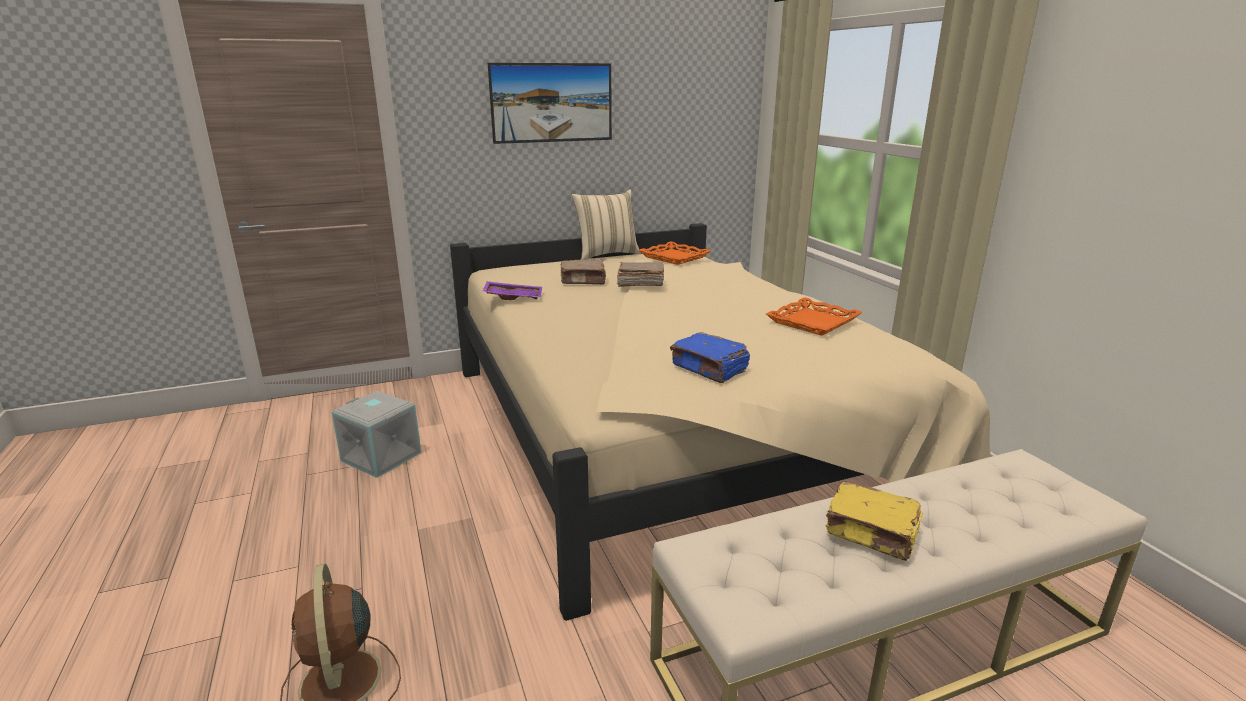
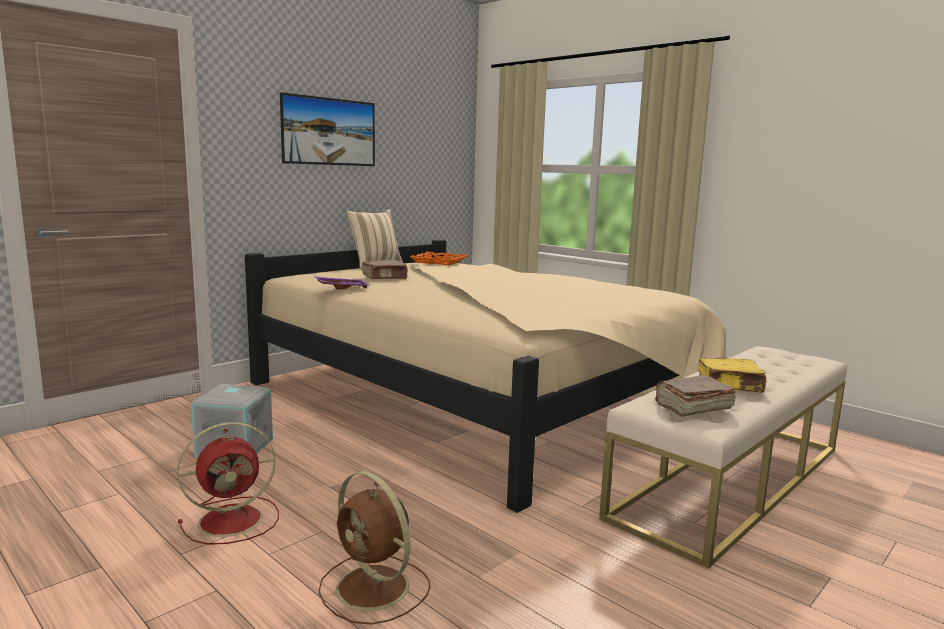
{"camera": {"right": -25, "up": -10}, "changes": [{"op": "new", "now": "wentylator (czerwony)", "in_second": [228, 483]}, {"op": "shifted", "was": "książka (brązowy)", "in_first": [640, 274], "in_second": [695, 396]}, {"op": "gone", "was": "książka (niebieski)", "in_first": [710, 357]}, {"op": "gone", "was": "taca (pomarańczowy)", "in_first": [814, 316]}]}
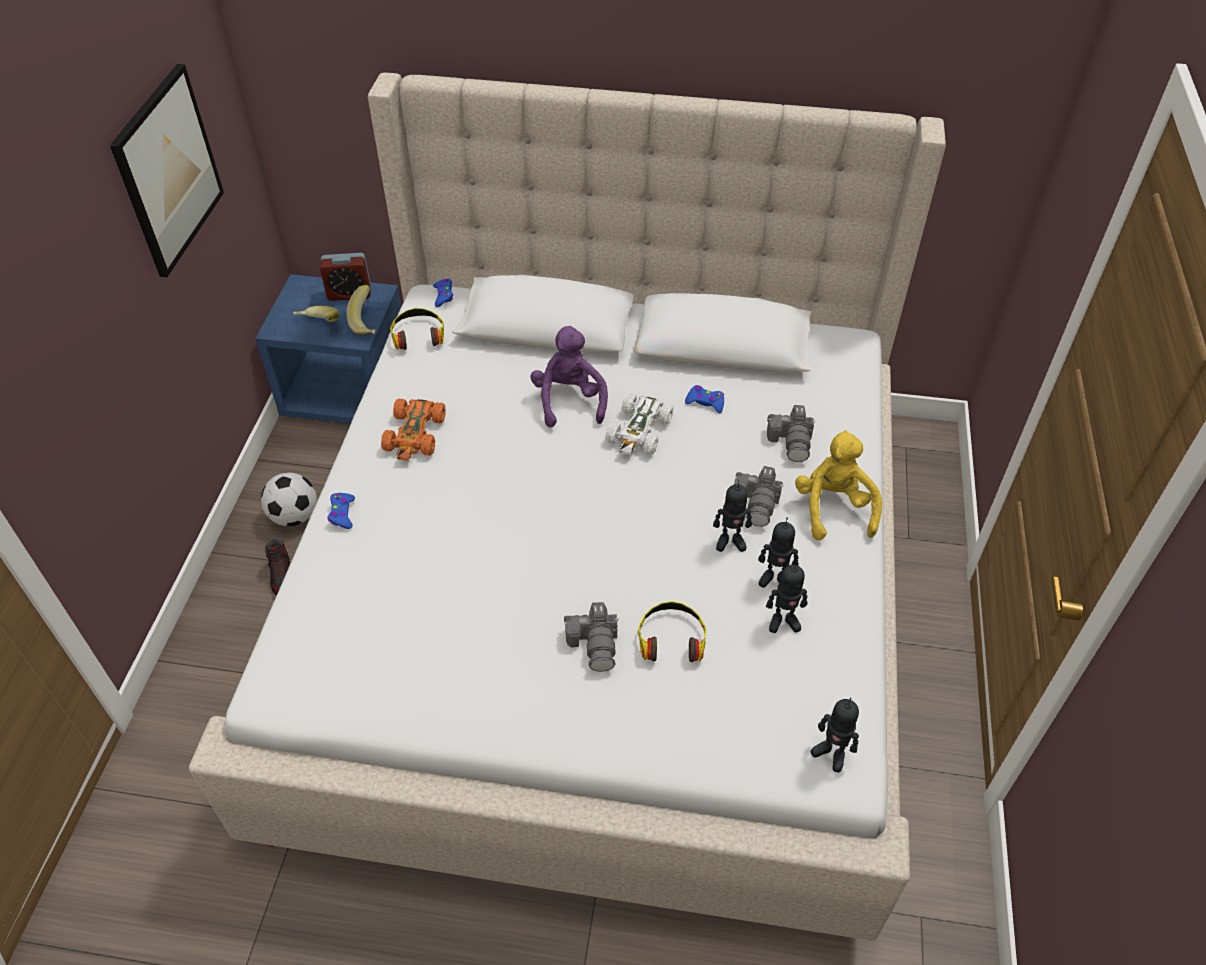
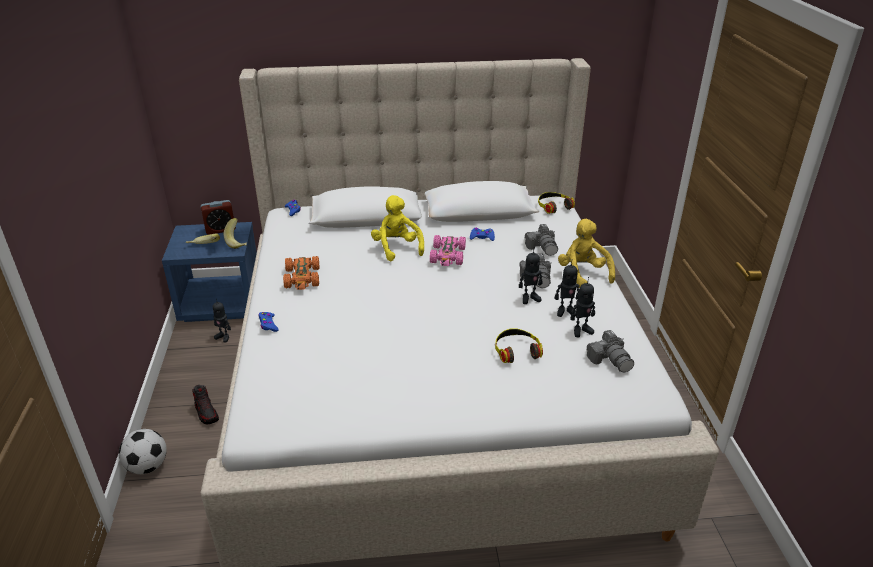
{"camera": {"right": -15, "up": -15}, "changes": [{"op": "shifted", "was": "piłka futbolowa", "in_first": [289, 499], "in_second": [143, 451]}, {"op": "shifted", "was": "robot zabawkowy", "in_first": [835, 734], "in_second": [222, 321]}, {"op": "repainted", "was": "pluszak (fioletowy)", "now": "pluszak (żółty)", "in_first": [569, 377], "in_second": [397, 228]}, {"op": "repainted", "was": "samochodzik (biały)", "now": "samochodzik (różowy)", "in_first": [639, 424], "in_second": [448, 250]}, {"op": "shifted", "was": "słuchawki", "in_first": [417, 329], "in_second": [556, 203]}, {"op": "shifted", "was": "aparat fotograficzny", "in_first": [591, 637], "in_second": [610, 351]}, {"op": "gone", "was": "obraz", "in_first": [167, 170]}]}
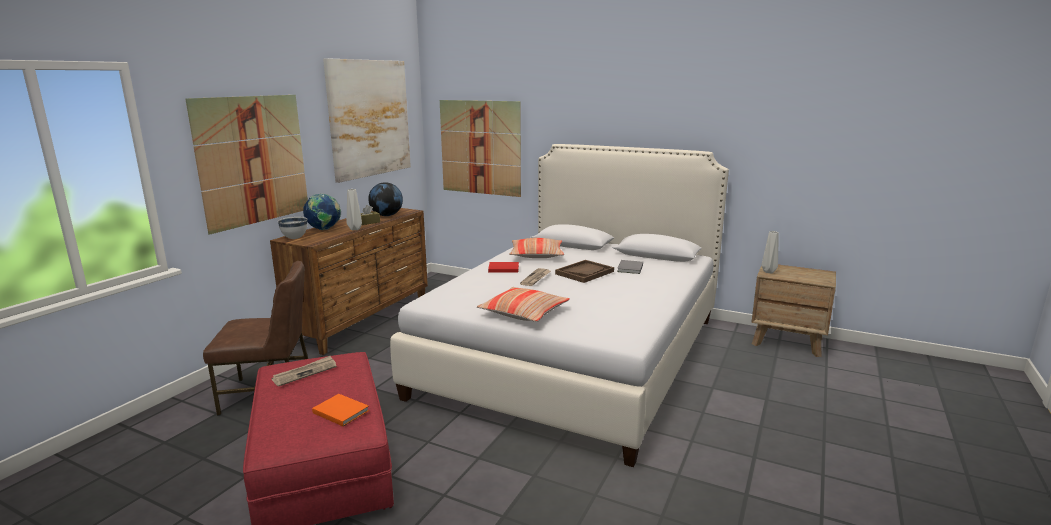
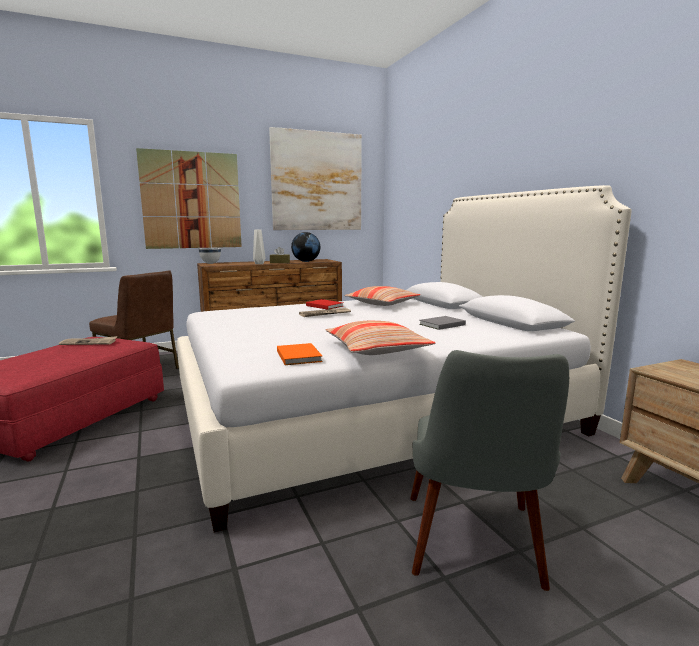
{"camera": {"right": 40, "up": -5}, "changes": [{"op": "shifted", "was": "książka (pomarańczowy)", "in_first": [340, 410], "in_second": [300, 354]}, {"op": "shifted", "was": "poduszka", "in_first": [523, 304], "in_second": [380, 338]}, {"op": "new", "now": "krzesło (szary)", "in_second": [489, 470]}, {"op": "gone", "was": "globus", "in_first": [322, 212]}, {"op": "gone", "was": "obraz", "in_first": [480, 148]}, {"op": "gone", "was": "taca (brązowy)", "in_first": [584, 271]}, {"op": "gone", "was": "wazon (szary)", "in_first": [770, 252]}]}
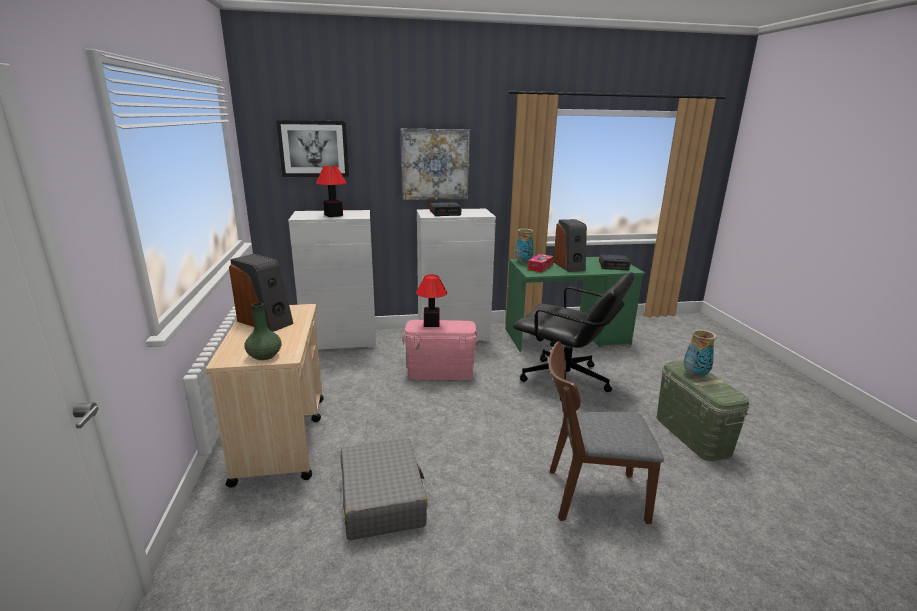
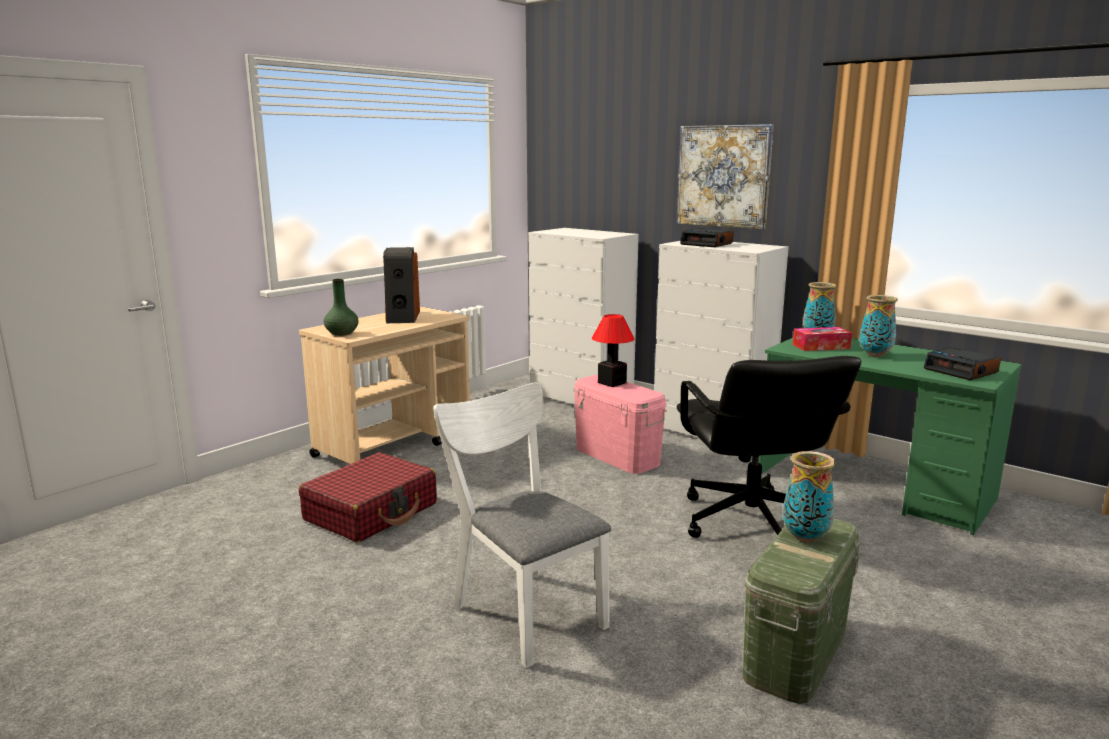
{"camera": {"right": 50, "up": -5}, "changes": [{"op": "repainted", "was": "walizka (szary)", "now": "walizka (czerwony)", "in_first": [384, 489], "in_second": [368, 497]}, {"op": "repainted", "was": "krzesło (brązowy)", "now": "krzesło (biały)", "in_first": [606, 433], "in_second": [522, 525]}, {"op": "swapped", "was": "głośnik", "now": "wazon", "in_first": [570, 245], "in_second": [878, 326]}, {"op": "gone", "was": "obraz", "in_first": [312, 148]}, {"op": "gone", "was": "lampa stołowa", "in_first": [331, 191]}]}
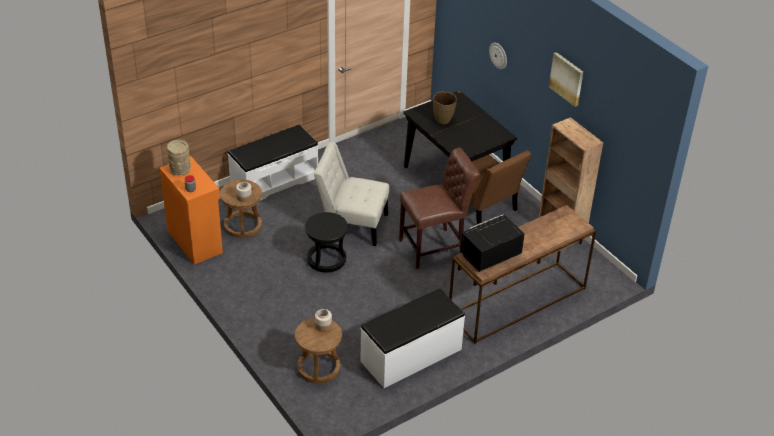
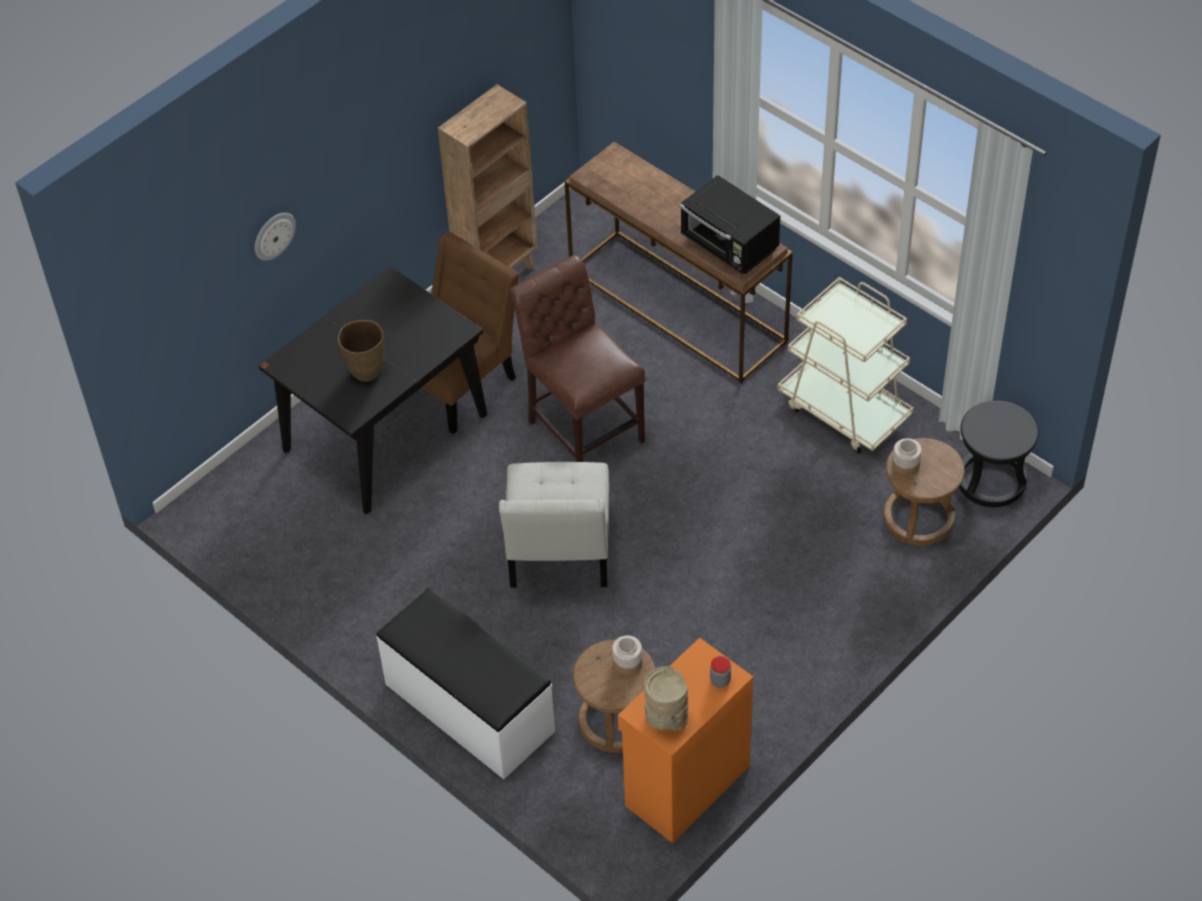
{"camera": {"right": -100, "up": 10}, "changes": [{"op": "swapped", "was": "ławka (biały)", "now": "wózek (beżowy)", "in_first": [412, 338], "in_second": [845, 365]}, {"op": "shifted", "was": "stołek (czarny)", "in_first": [326, 242], "in_second": [999, 454]}, {"op": "gone", "was": "obraz", "in_first": [566, 79]}]}
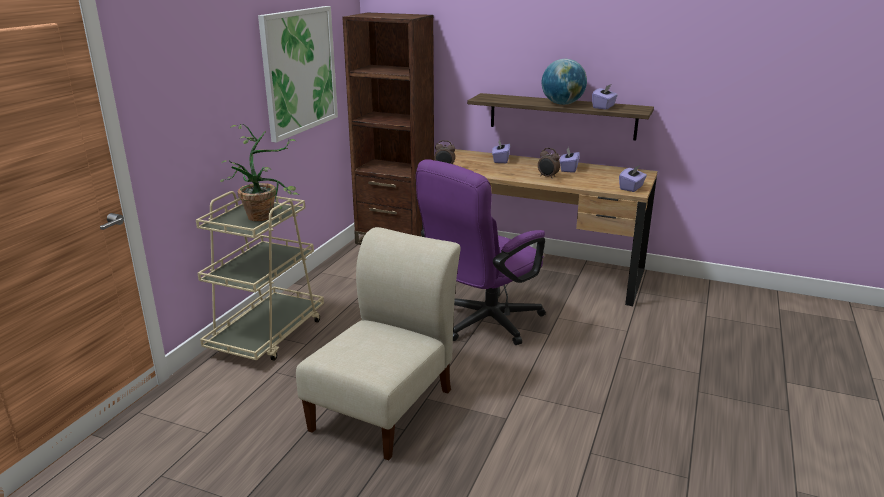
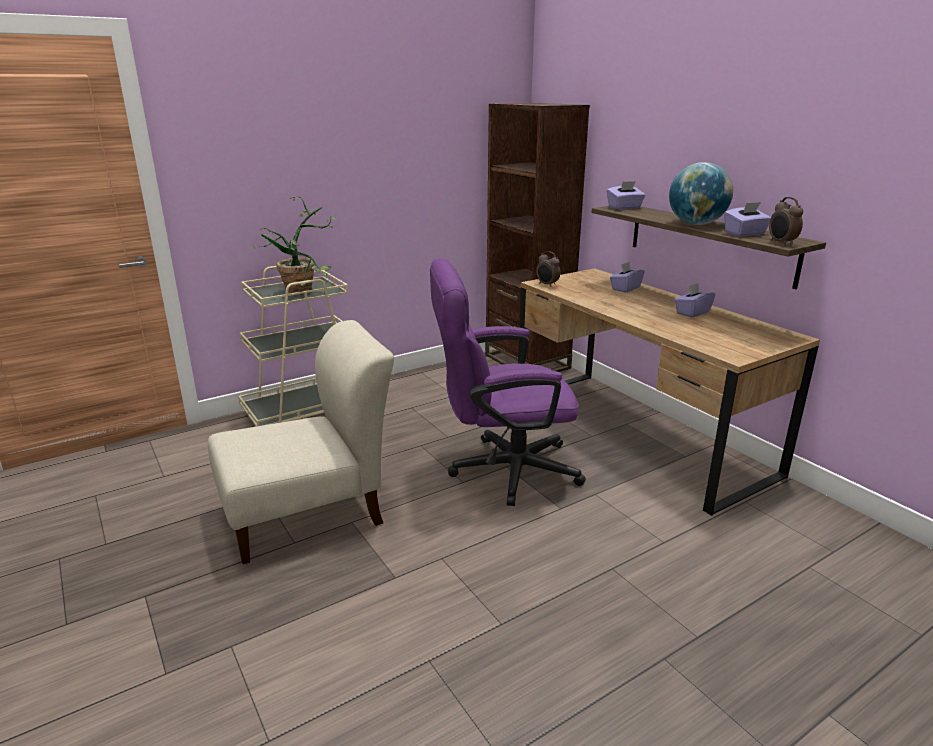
{"camera": {"right": 35, "up": 0}, "changes": [{"op": "shifted", "was": "pudełko chusteczek (fioletowy)", "in_first": [633, 178], "in_second": [626, 195]}, {"op": "shifted", "was": "budzik", "in_first": [549, 163], "in_second": [786, 221]}, {"op": "gone", "was": "obraz", "in_first": [298, 74]}]}
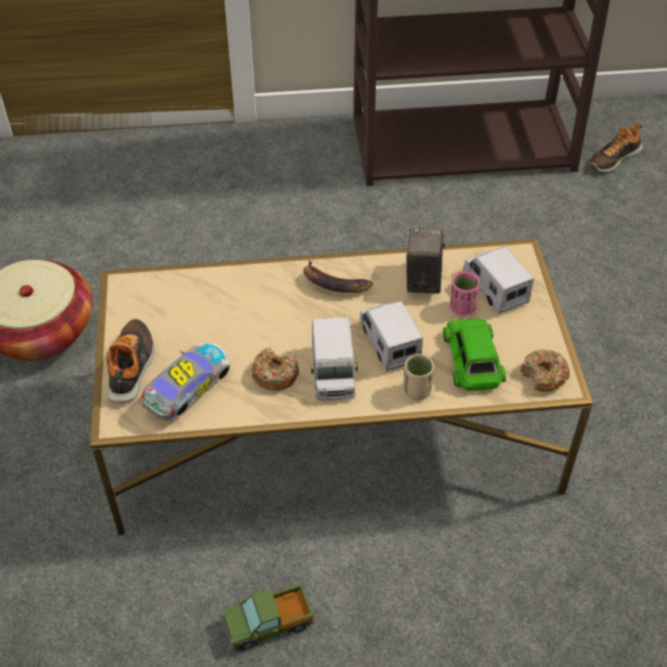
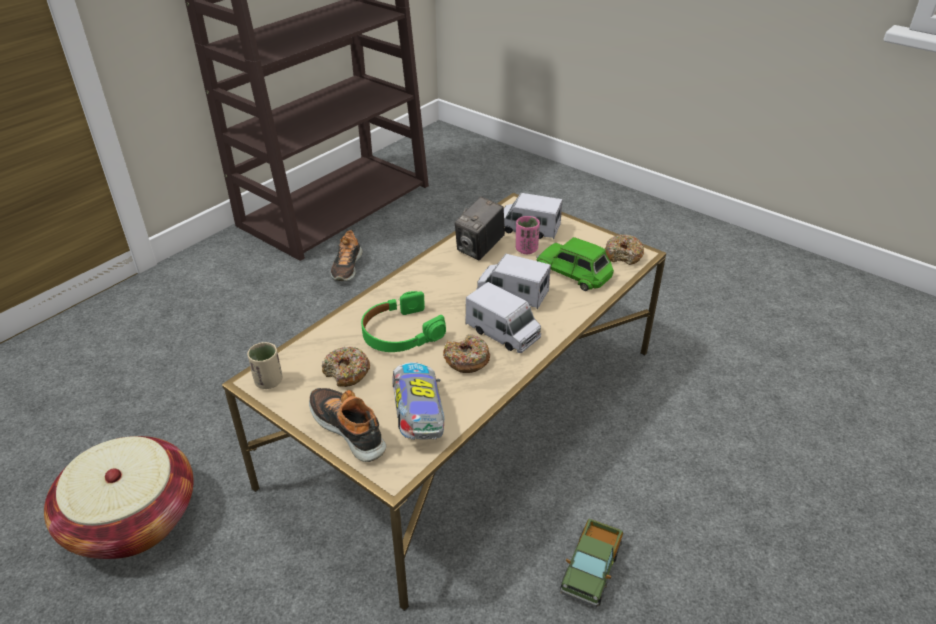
{"camera": {"right": -45, "up": -10}, "changes": [{"op": "shifted", "was": "filiżanka (beżowy)", "in_first": [418, 377], "in_second": [265, 365]}, {"op": "new", "now": "donut", "in_second": [346, 367]}, {"op": "shifted", "was": "but", "in_first": [616, 148], "in_second": [347, 255]}, {"op": "new", "now": "słuchawki (zielony)", "in_second": [403, 321]}, {"op": "rotated", "was": "aparat fotograficzny", "in_first": [426, 261], "in_second": [480, 228], "clockwise": -105}, {"op": "gone", "was": "banan", "in_first": [338, 276]}]}
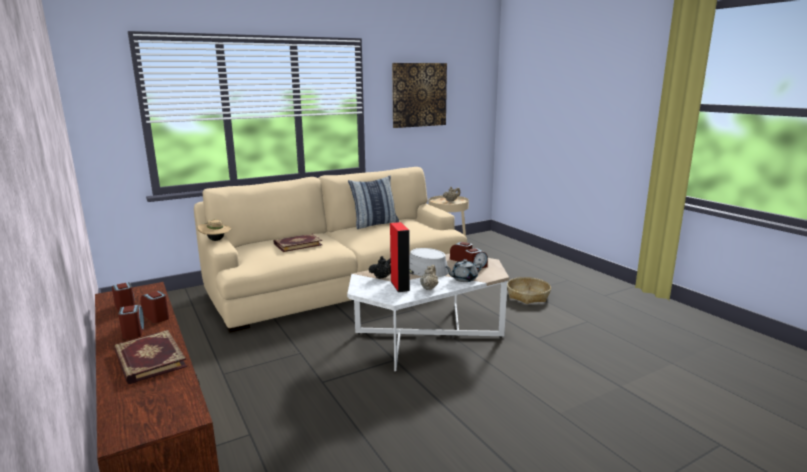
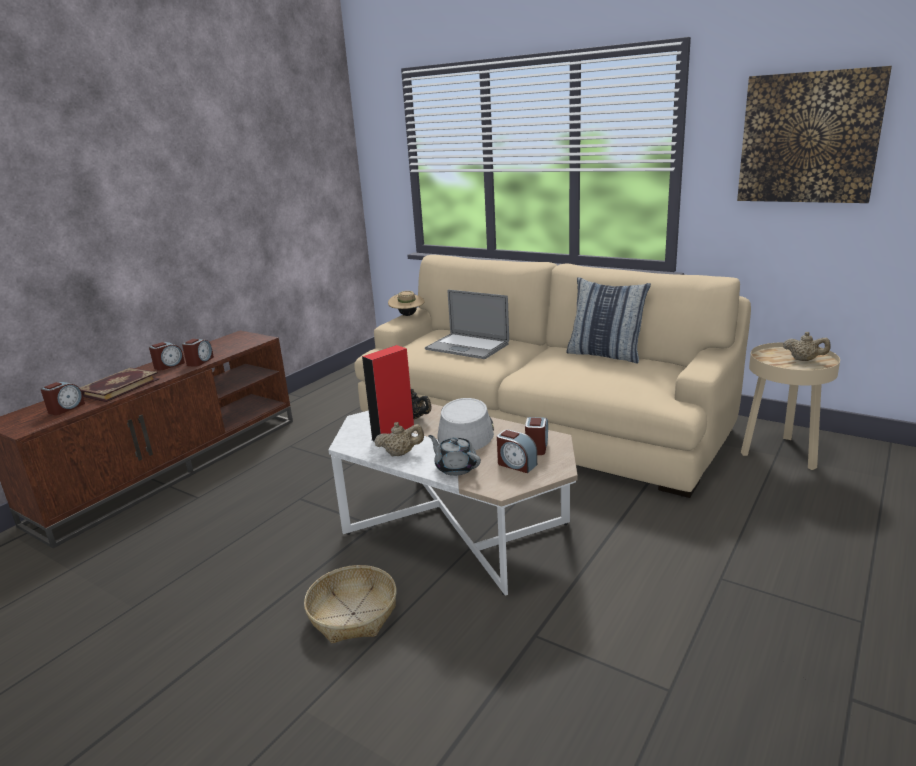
{"camera": {"right": 65, "up": 5}, "changes": [{"op": "shifted", "was": "budzik", "in_first": [123, 297], "in_second": [63, 398]}, {"op": "shifted", "was": "koszyk", "in_first": [529, 290], "in_second": [350, 604]}, {"op": "swapped", "was": "książka", "now": "laptop", "in_first": [298, 243], "in_second": [467, 324]}]}
